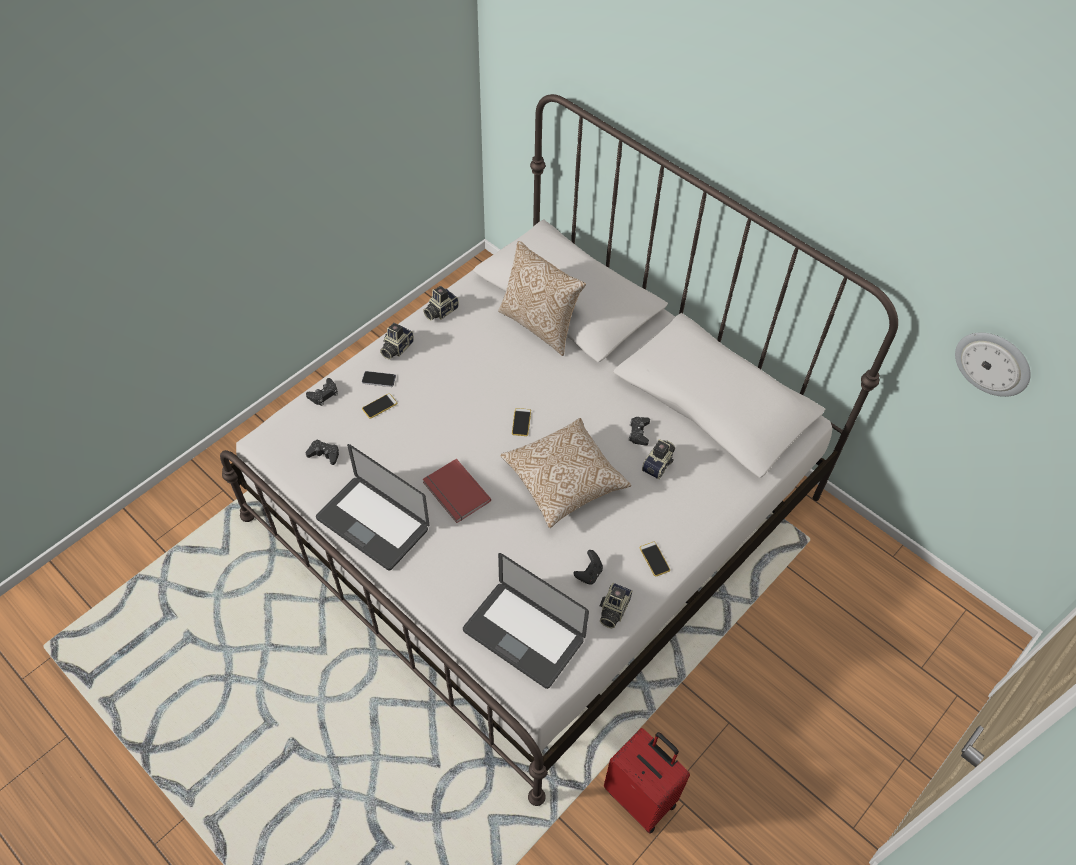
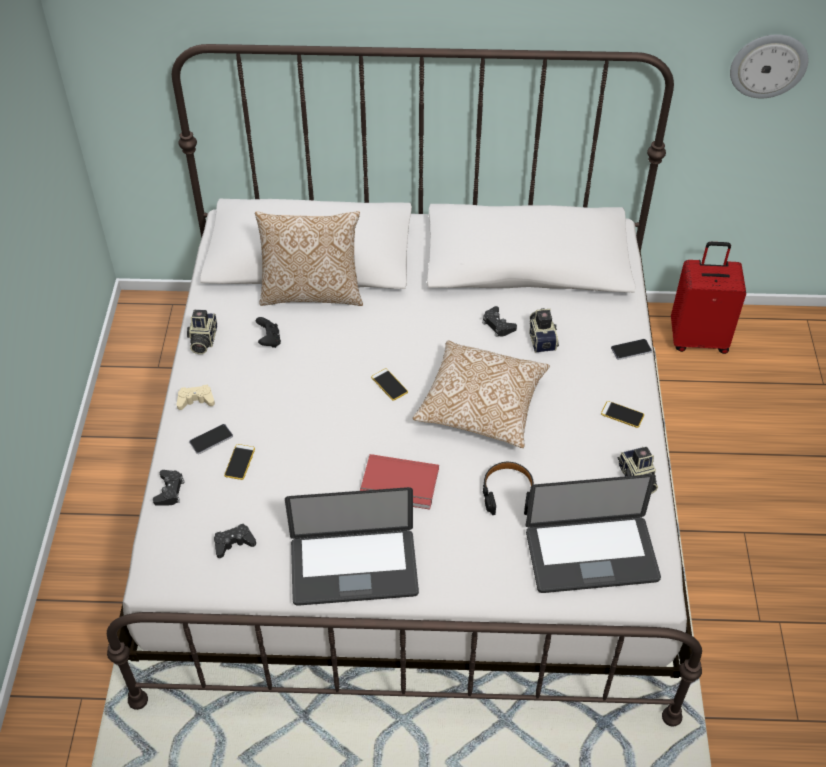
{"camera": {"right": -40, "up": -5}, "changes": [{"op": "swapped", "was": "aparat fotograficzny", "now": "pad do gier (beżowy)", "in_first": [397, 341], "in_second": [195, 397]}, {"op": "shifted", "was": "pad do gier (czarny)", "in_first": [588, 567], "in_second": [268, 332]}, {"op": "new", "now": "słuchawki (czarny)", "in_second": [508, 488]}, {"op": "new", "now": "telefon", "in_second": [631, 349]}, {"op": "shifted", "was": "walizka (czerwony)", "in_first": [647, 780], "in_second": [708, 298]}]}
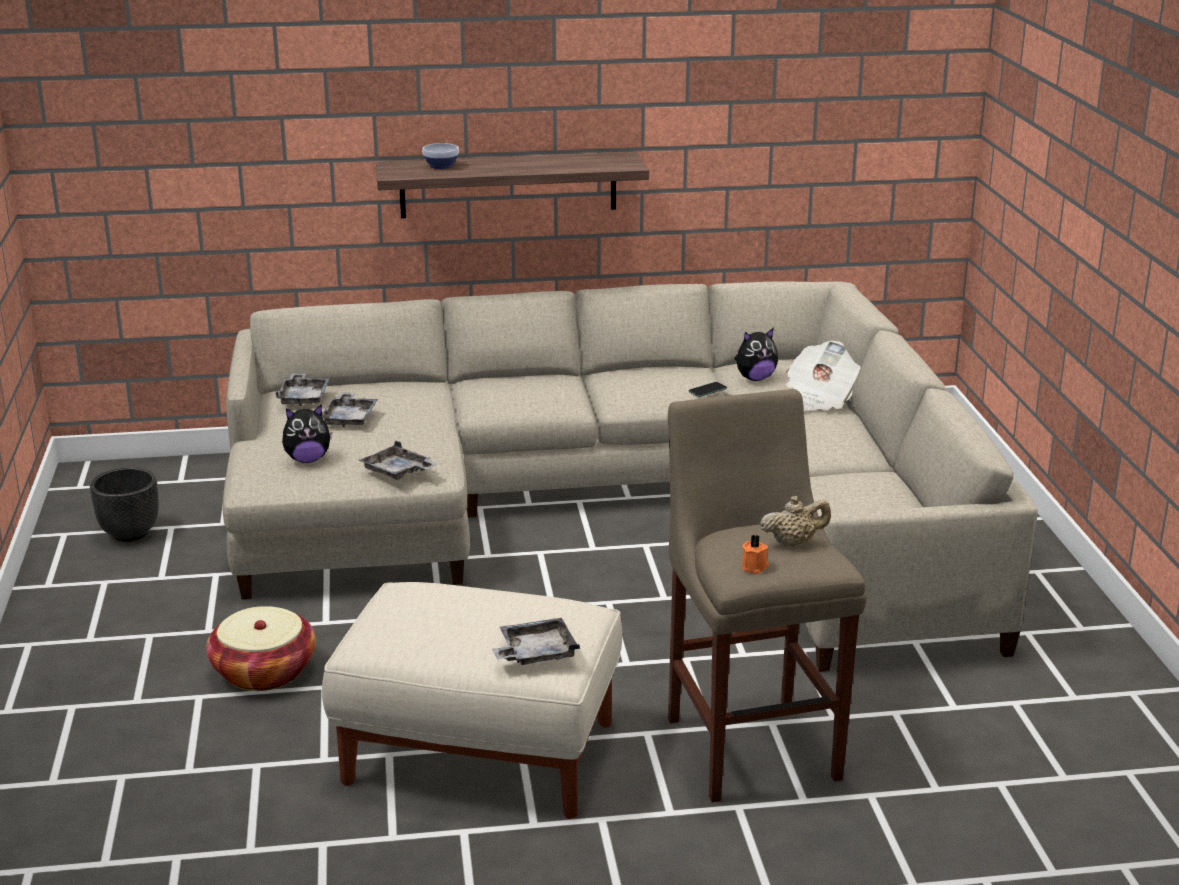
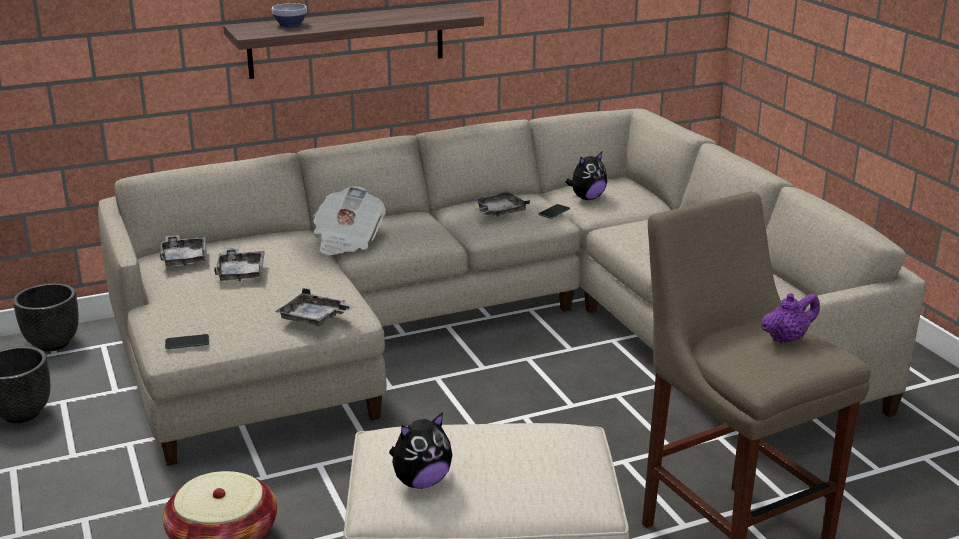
{"camera": {"right": -15, "up": 0}, "changes": [{"op": "new", "now": "donica (czarny)", "in_second": [46, 317]}, {"op": "new", "now": "telefon", "in_second": [187, 341]}, {"op": "shifted", "was": "gazeta", "in_first": [823, 376], "in_second": [349, 220]}, {"op": "shifted", "was": "pluszak", "in_first": [307, 434], "in_second": [420, 450]}, {"op": "shifted", "was": "taca (szary)", "in_first": [536, 641], "in_second": [501, 203]}, {"op": "repainted", "was": "imbryk (beżowy)", "now": "imbryk (fioletowy)", "in_first": [795, 521], "in_second": [790, 318]}, {"op": "gone", "was": "świeca (pomarańczowy)", "in_first": [755, 554]}]}
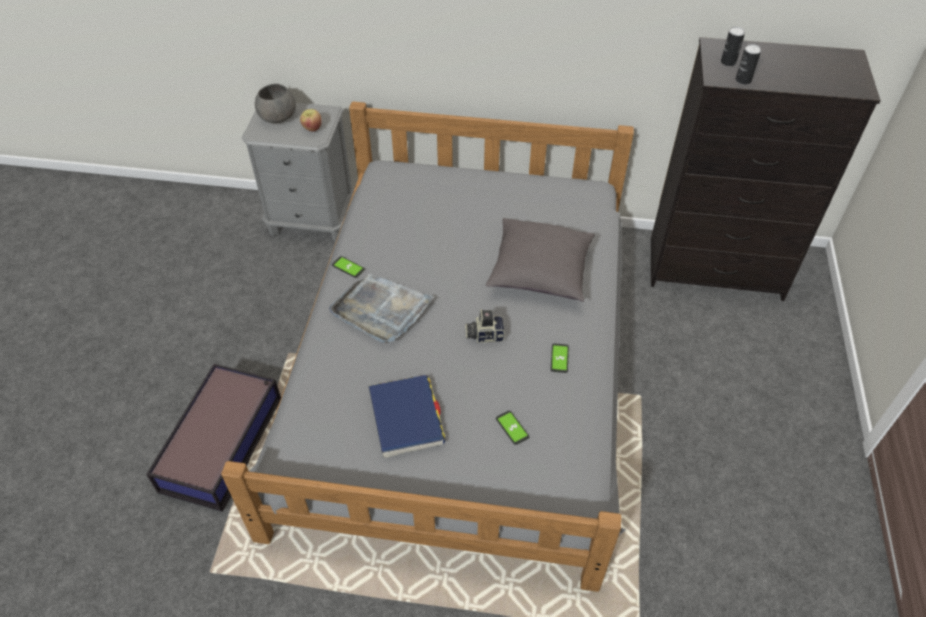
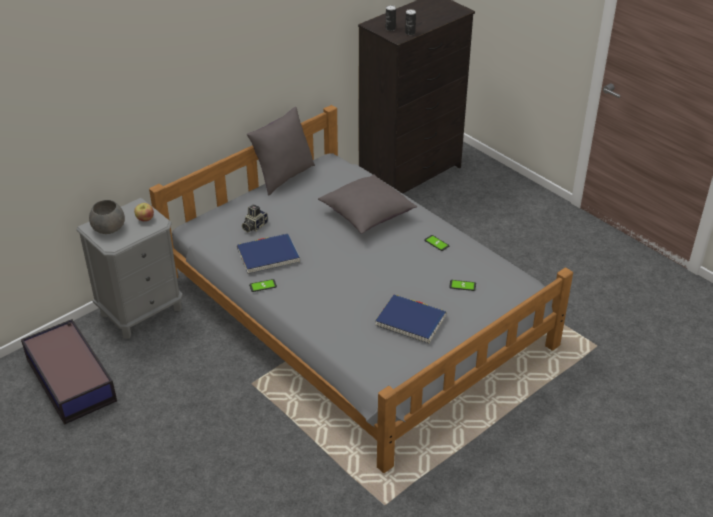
{"camera": {"right": -50, "up": -10}, "changes": [{"op": "shifted", "was": "pojemnik do przechowywania", "in_first": [213, 438], "in_second": [69, 372]}, {"op": "new", "now": "książka (niebieski)", "in_second": [268, 254]}, {"op": "shifted", "was": "aparat fotograficzny", "in_first": [485, 326], "in_second": [255, 218]}, {"op": "new", "now": "poduszka (szary)", "in_second": [281, 151]}, {"op": "gone", "was": "taca (szary)", "in_first": [382, 308]}]}
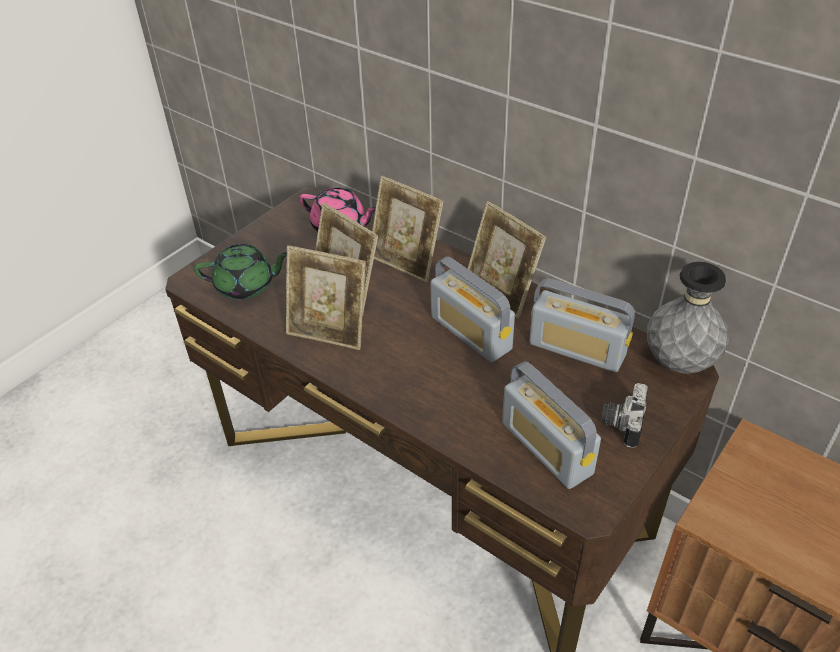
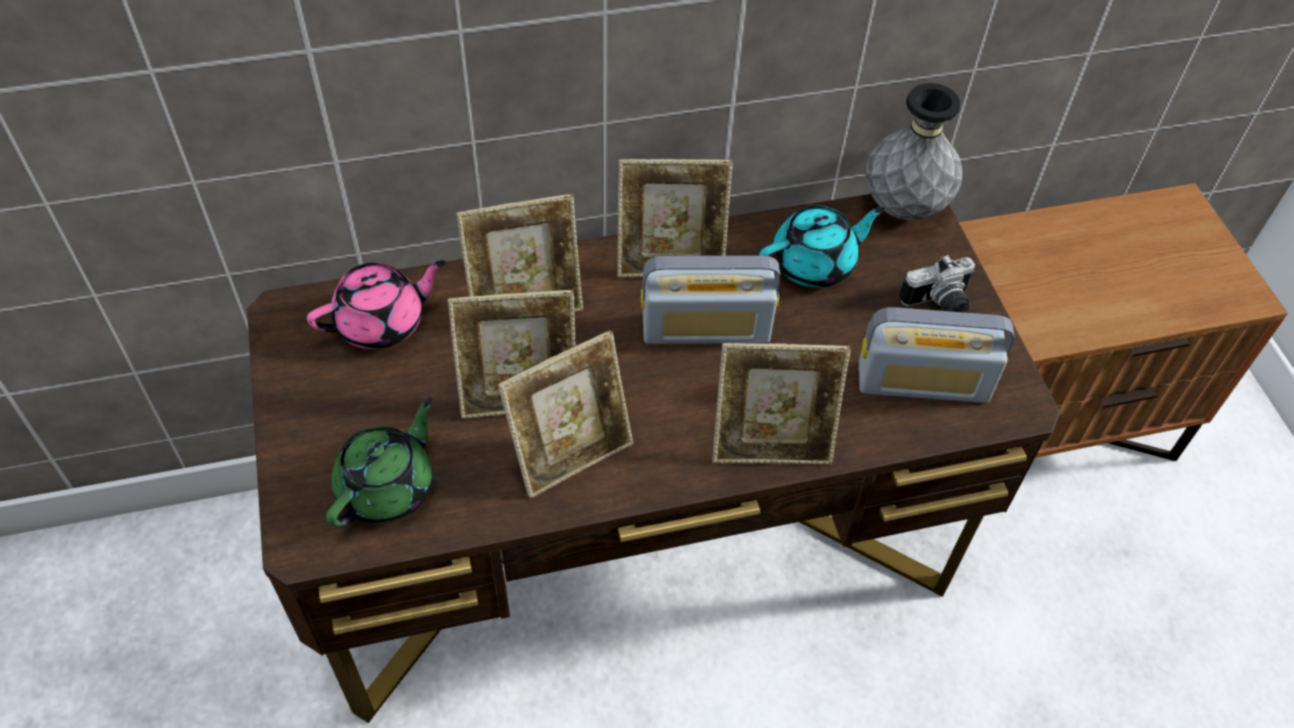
{"camera": {"right": -55, "up": 10}, "changes": [{"op": "new", "now": "ramka na zdjęcie", "in_second": [781, 403]}, {"op": "swapped", "was": "radio", "now": "imbryk (turkusowy)", "in_first": [582, 325], "in_second": [822, 247]}, {"op": "rotated", "was": "aparat fotograficzny", "in_first": [624, 415], "in_second": [937, 284], "clockwise": -75}]}
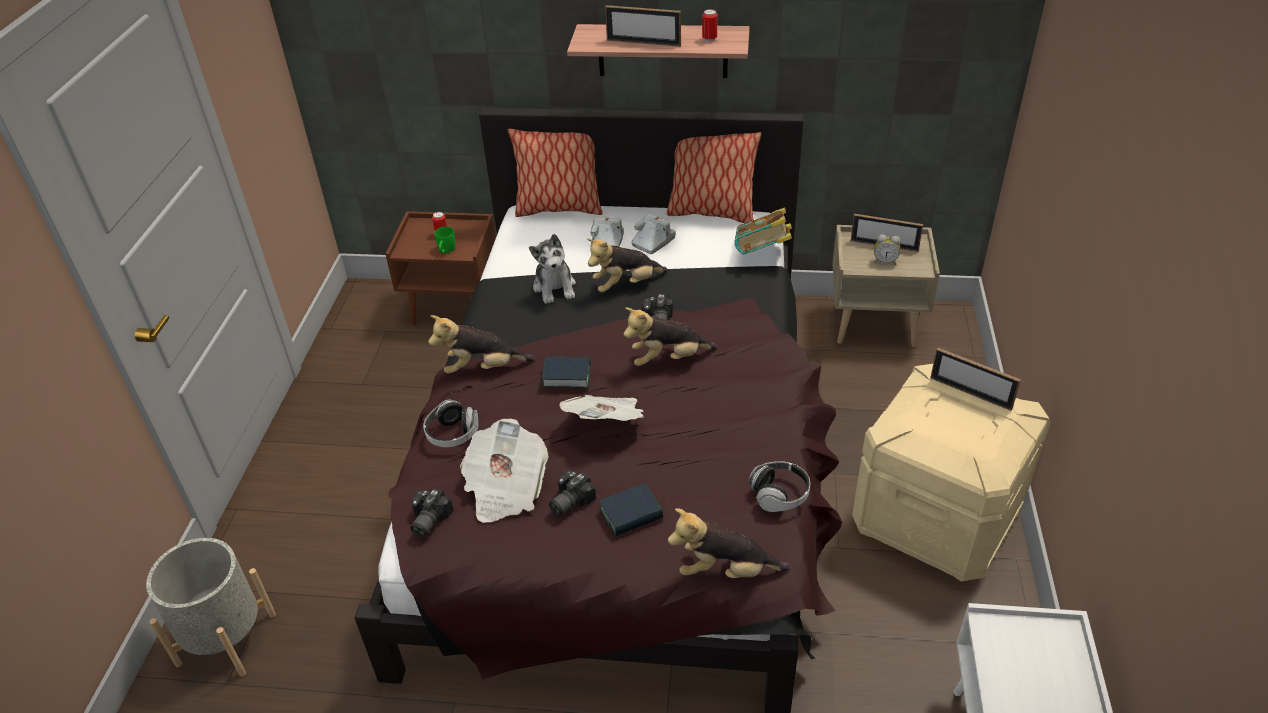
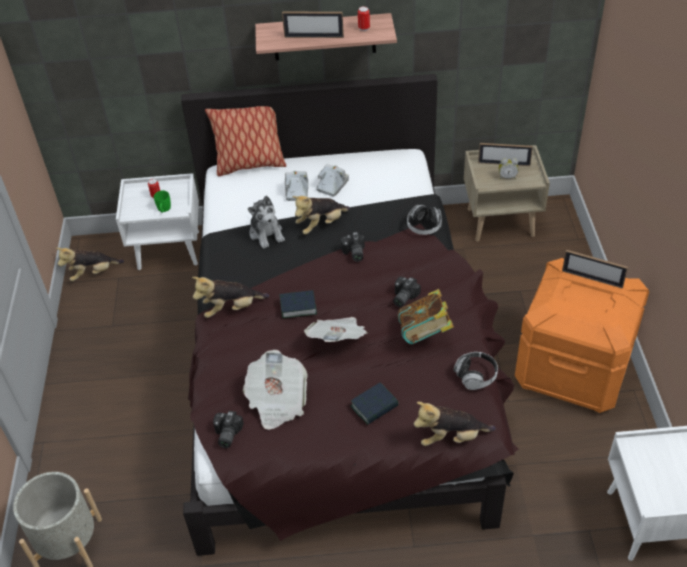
{"camera": {"right": -10, "up": 5}, "changes": [{"op": "shifted", "was": "pluszak", "in_first": [670, 337], "in_second": [90, 264]}, {"op": "repainted", "was": "szafka nocna (brązowy)", "now": "szafka nocna (biały)", "in_first": [440, 268], "in_second": [157, 221]}, {"op": "shifted", "was": "aparat fotograficzny", "in_first": [572, 493], "in_second": [407, 292]}, {"op": "shifted", "was": "książka", "in_first": [763, 231], "in_second": [426, 316]}, {"op": "shifted", "was": "słuchawki", "in_first": [451, 423], "in_second": [424, 220]}, {"op": "repainted", "was": "pojemnik do przechowywania (beżowy)", "now": "pojemnik do przechowywania (pomarańczowy)", "in_first": [951, 473], "in_second": [582, 335]}, {"op": "gone", "was": "poduszka", "in_first": [714, 177]}]}
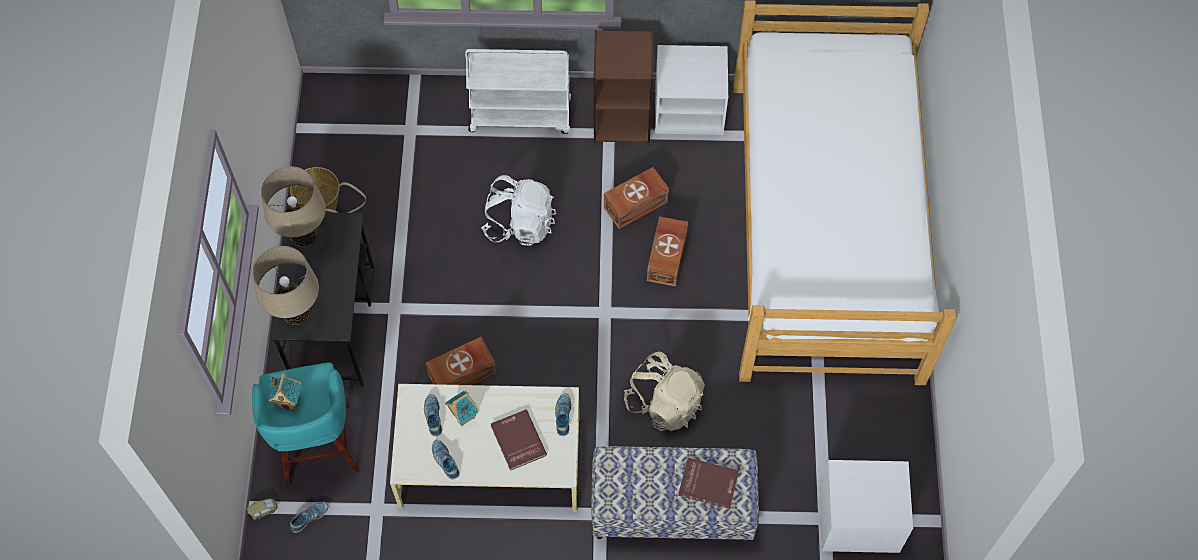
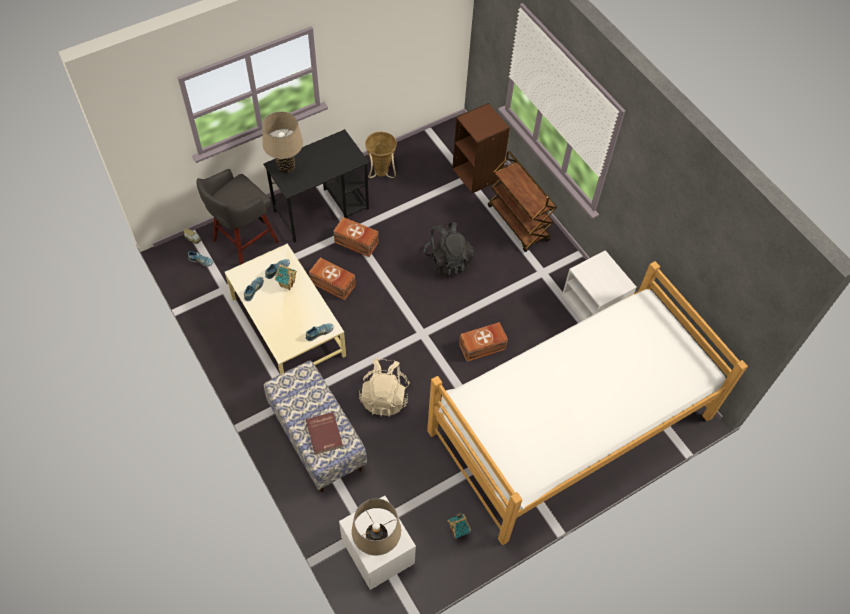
{"camera": {"right": 55, "up": -5}, "changes": [{"op": "repainted", "was": "stołek (turkusowy)", "now": "stołek (szary)", "in_first": [305, 424], "in_second": [237, 217]}, {"op": "shifted", "was": "pojemnik do przechowywania (brązowy)", "in_first": [636, 198], "in_second": [355, 237]}, {"op": "shifted", "was": "lampa stołowa (beżowy)", "in_first": [293, 206], "in_second": [376, 526]}, {"op": "repainted", "was": "plecak (biały)", "now": "plecak (czarny)", "in_first": [518, 210], "in_second": [449, 249]}, {"op": "shifted", "was": "domek", "in_first": [285, 392], "in_second": [459, 525]}, {"op": "shifted", "was": "regał (brązowy)", "in_first": [623, 86], "in_second": [481, 148]}, {"op": "repainted", "was": "wózek (biały)", "now": "wózek (brązowy)", "in_first": [518, 91], "in_second": [522, 201]}, {"op": "gone", "was": "książka (czerwony)", "in_first": [519, 440]}]}
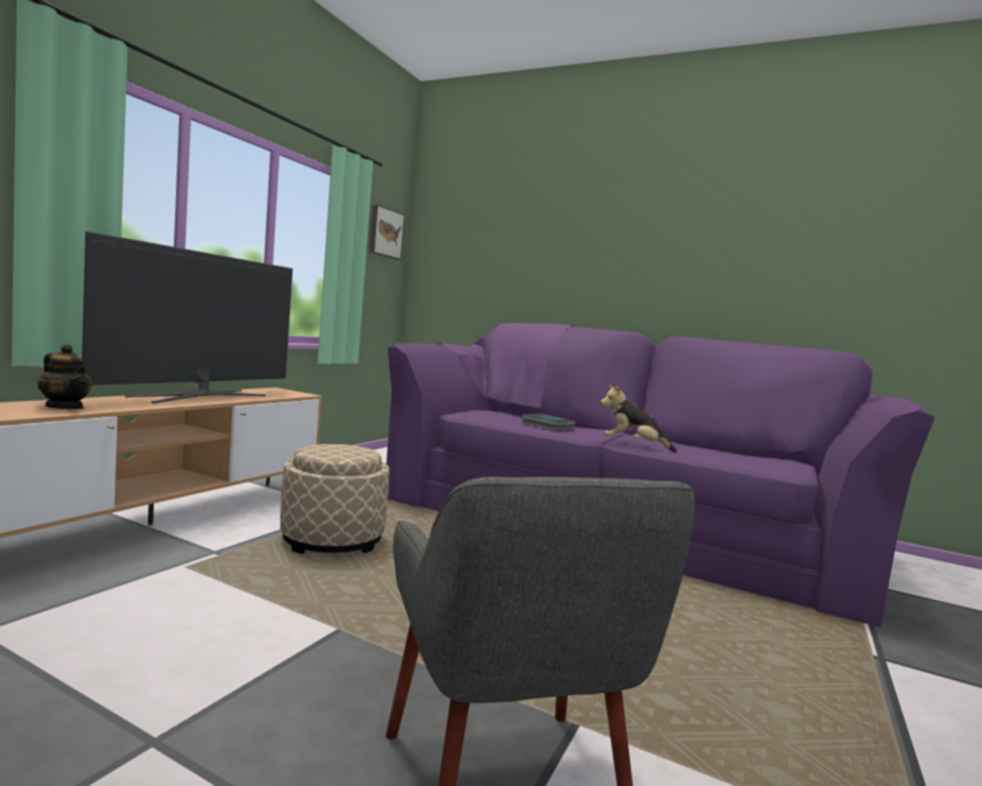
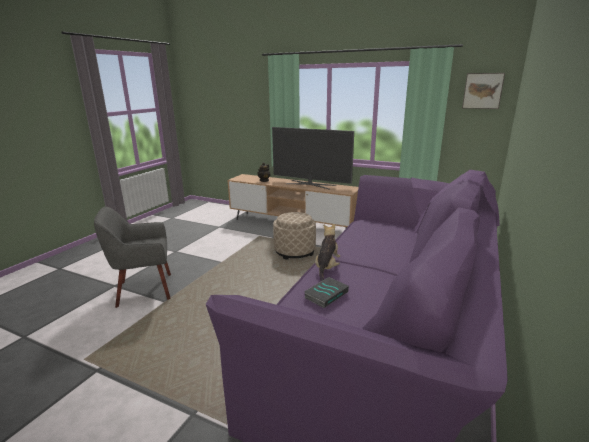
{"camera": {"right": 90, "up": 15}, "changes": [{"op": "shifted", "was": "książka", "in_first": [548, 422], "in_second": [326, 292]}]}
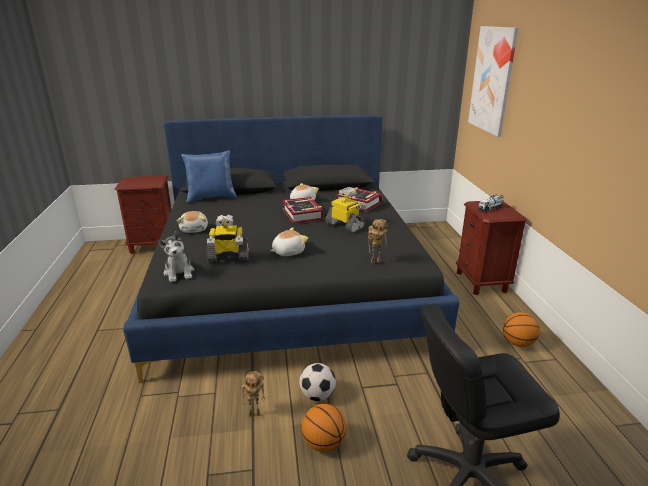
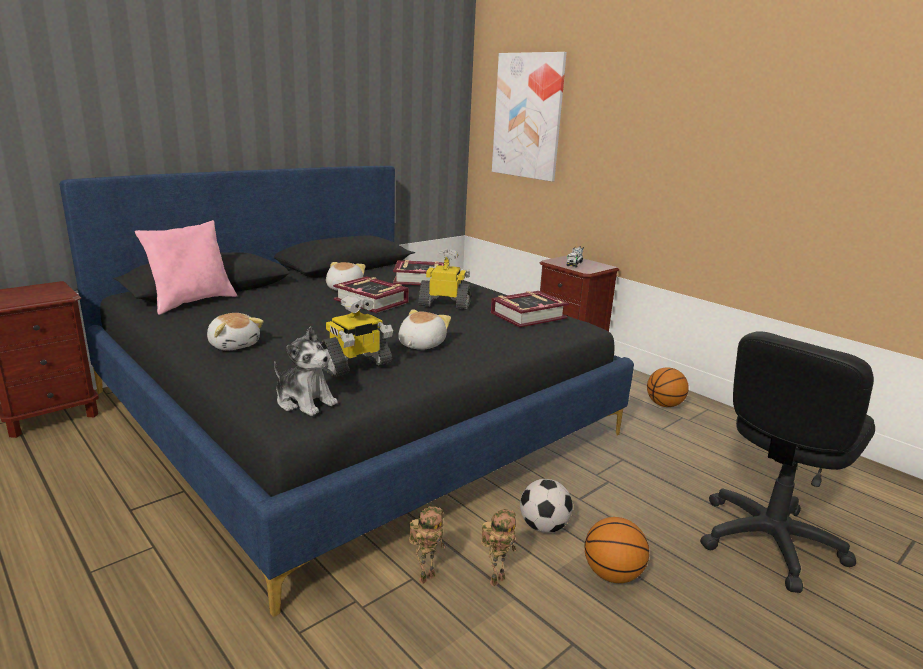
{"camera": {"right": -35, "up": -5}, "changes": [{"op": "repainted", "was": "poduszka (niebieski)", "now": "poduszka (różowy)", "in_first": [209, 176], "in_second": [186, 267]}, {"op": "shifted", "was": "robot zabawkowy", "in_first": [378, 241], "in_second": [427, 545]}, {"op": "new", "now": "książka", "in_second": [530, 309]}]}
